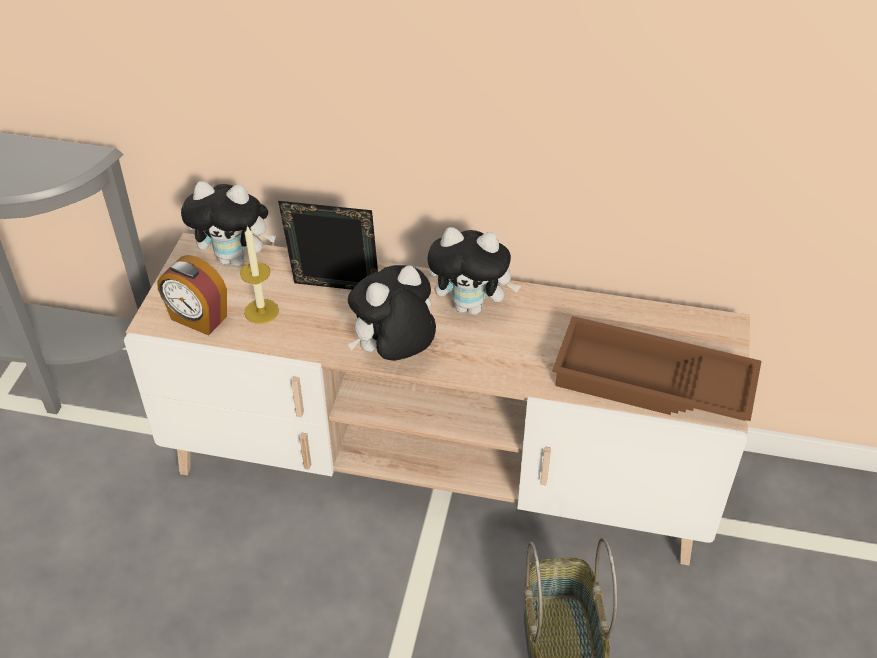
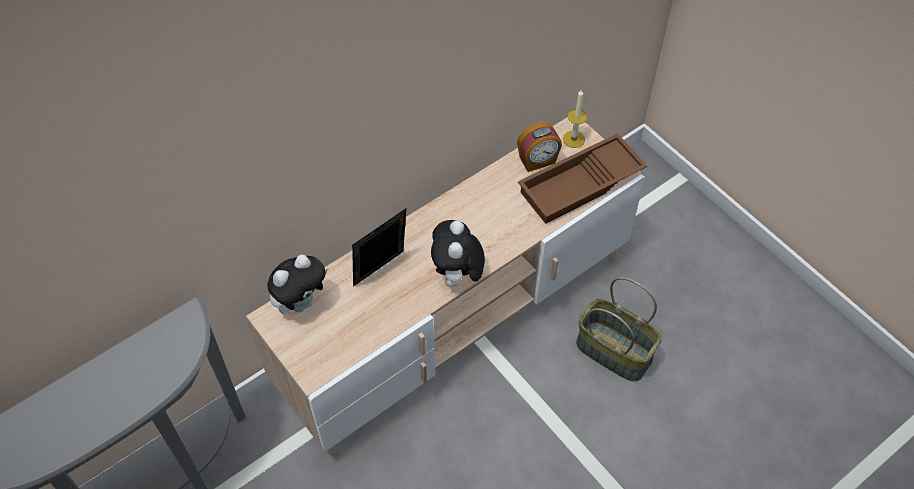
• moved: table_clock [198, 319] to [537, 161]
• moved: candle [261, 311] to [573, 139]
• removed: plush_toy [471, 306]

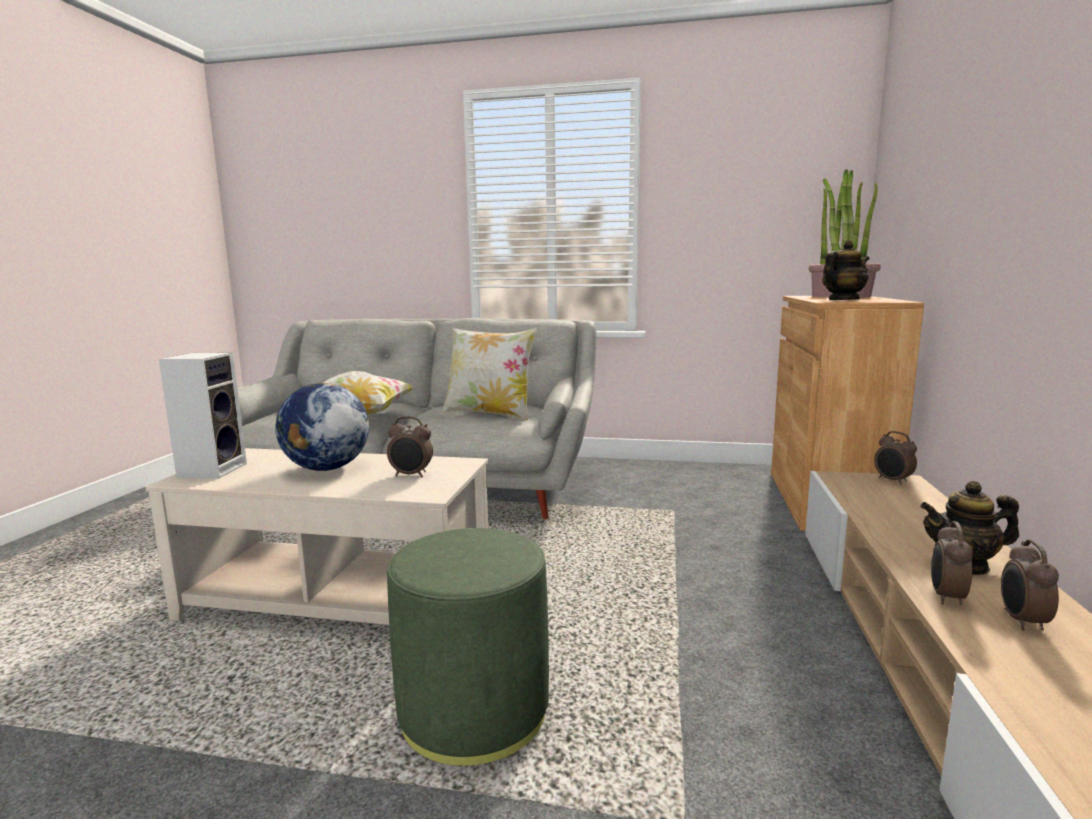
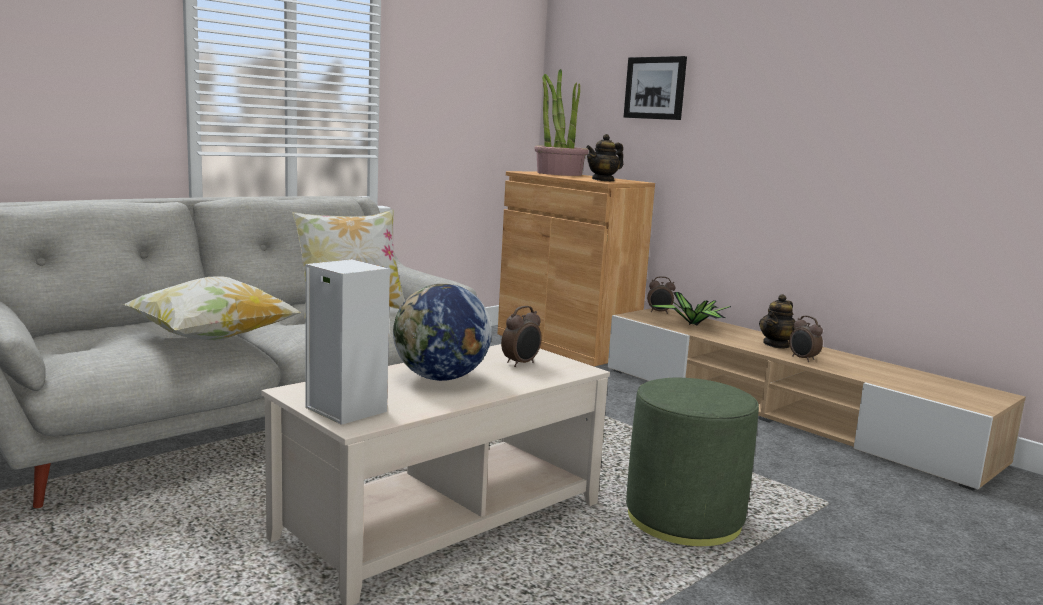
• turned: tea_pot [842, 300] = [603, 180] 135 degrees counterclockwise
• removed: table_clock [1021, 621]
• added: picture [655, 88]
• added: plant_in_a_pot [693, 325]

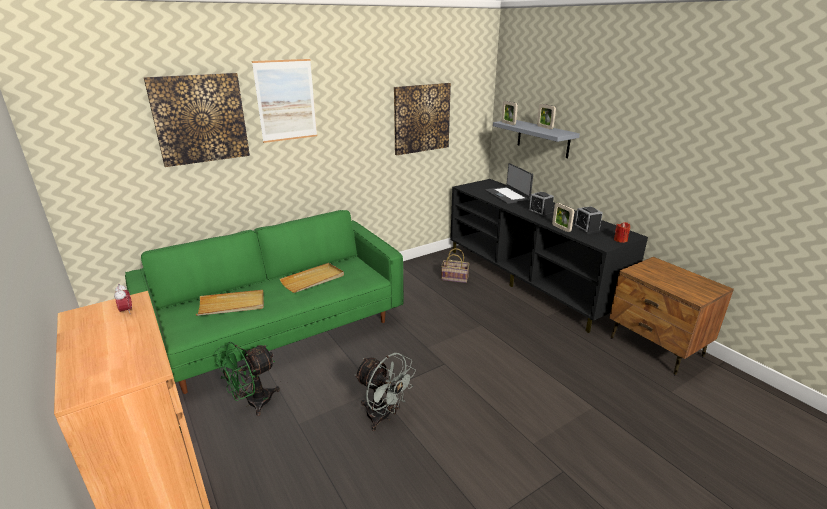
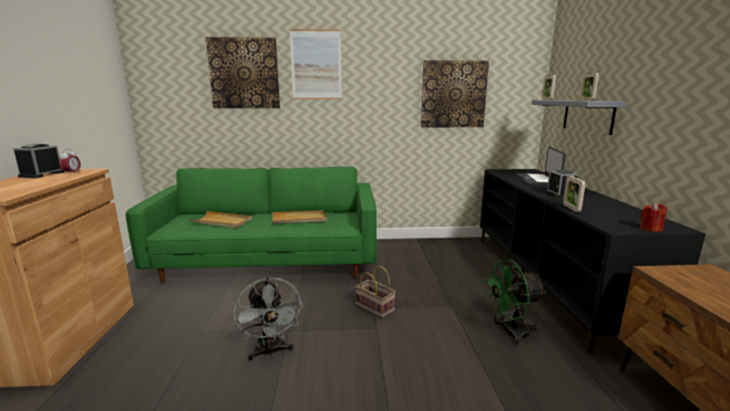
• moved: green_fan [252, 403] to [509, 333]
• moved: household_basket [455, 278] to [376, 308]
• moved: table_clock [586, 229] to [42, 174]

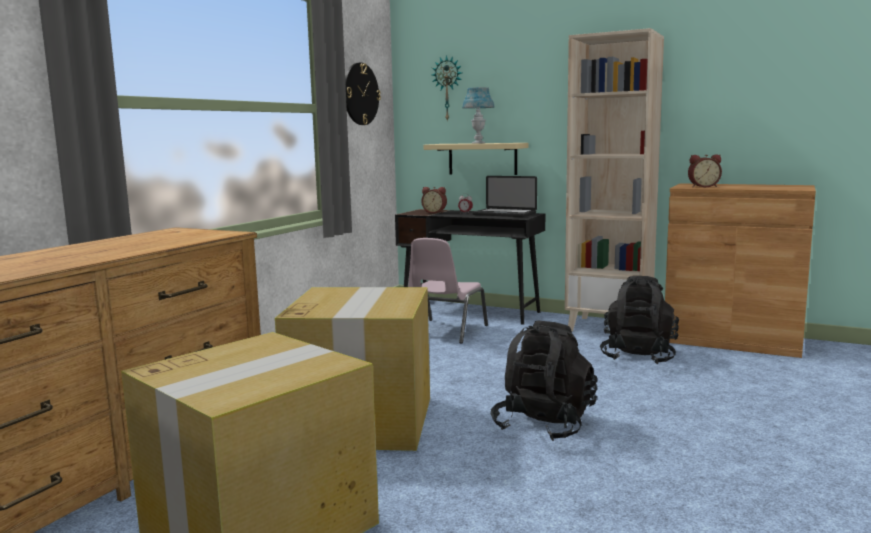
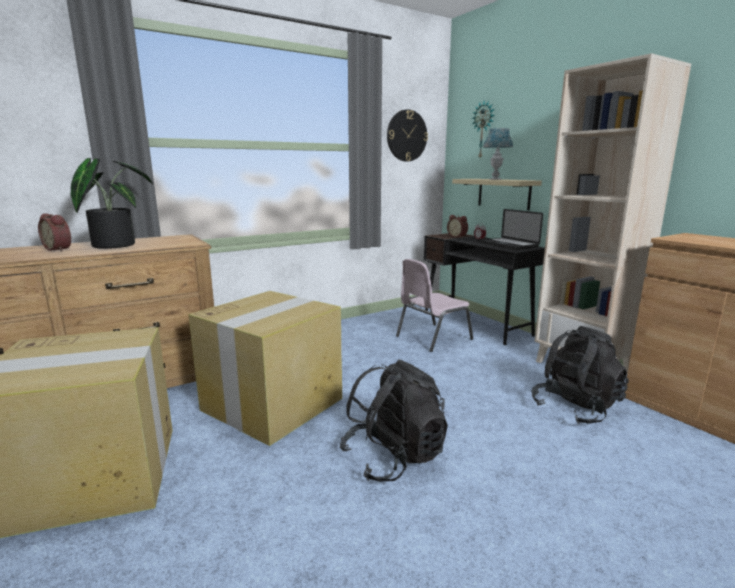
• moved: table_clock [703, 186] to [60, 249]
• added: plant_in_a_pot [113, 245]

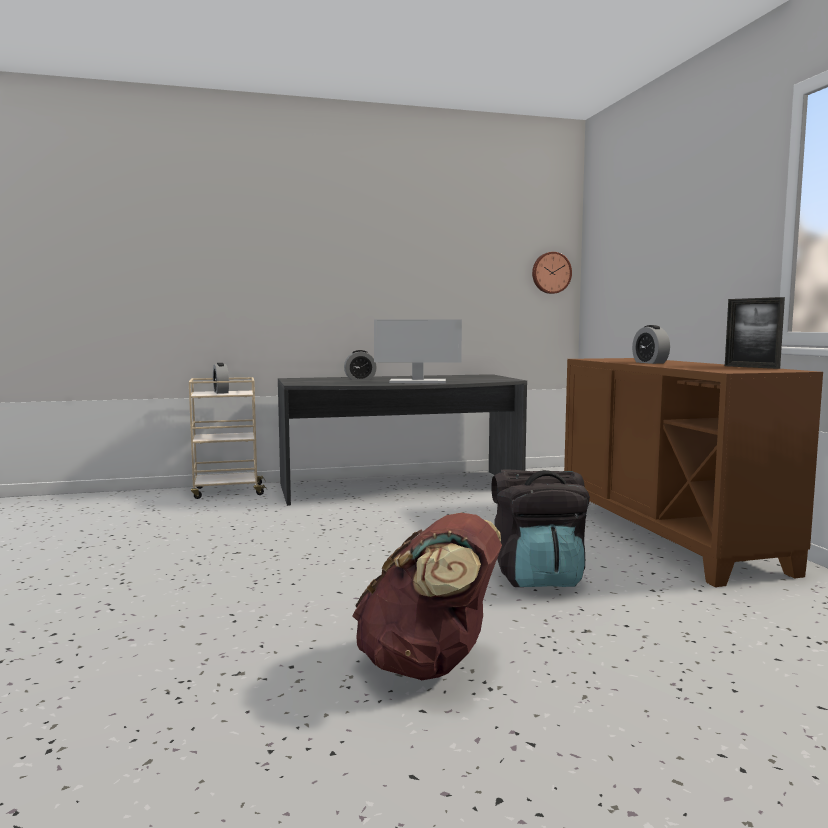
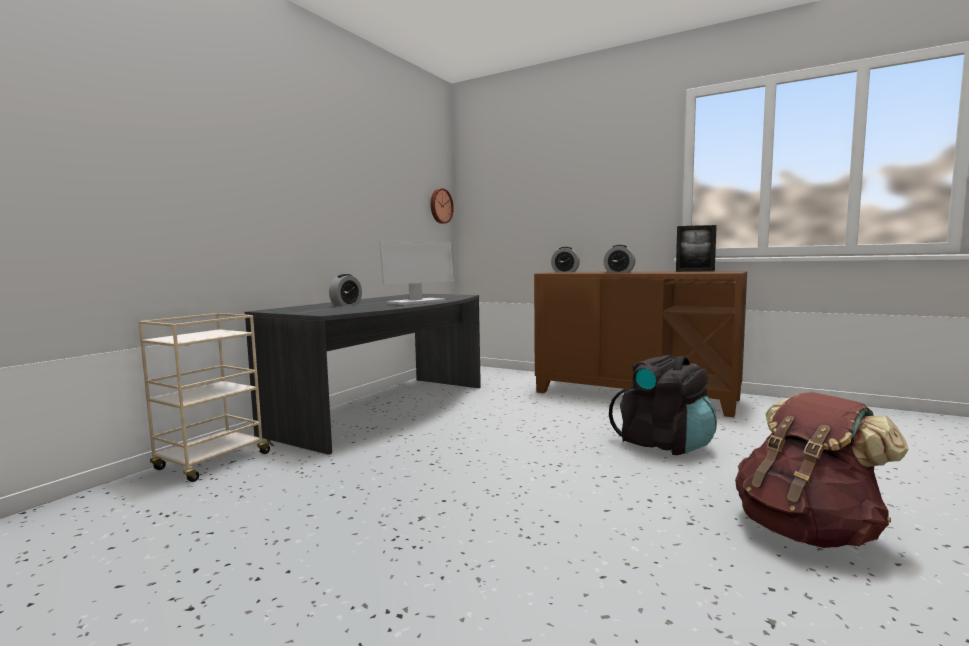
• moved: table_clock [221, 392] to [565, 272]

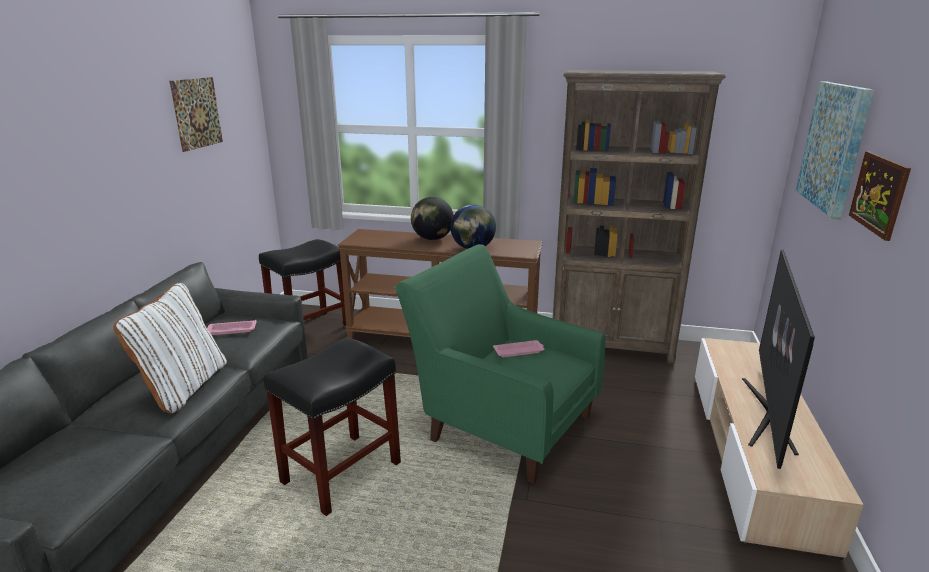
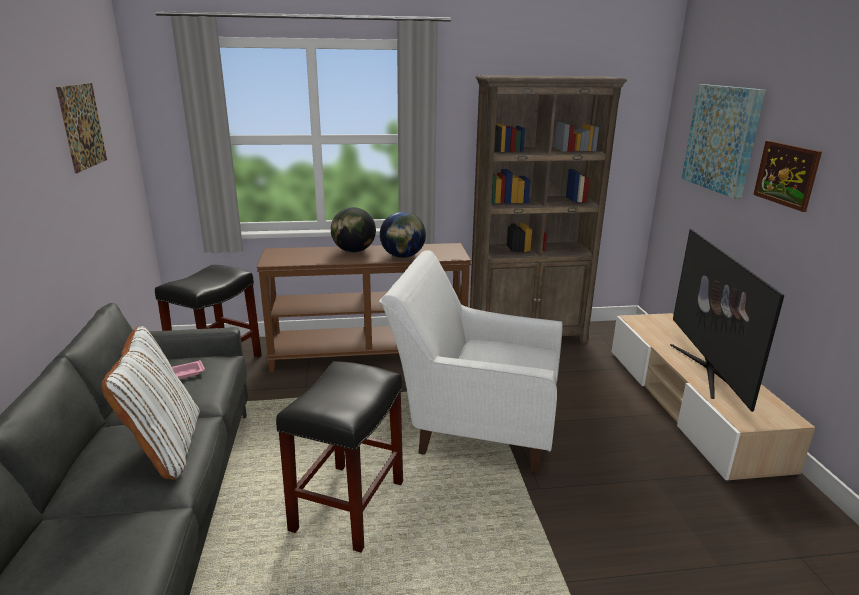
• recoloured: green_armchair [501, 423] to whitish_armchair [475, 423]
• removed: pinkish_carrying_tray [519, 351]

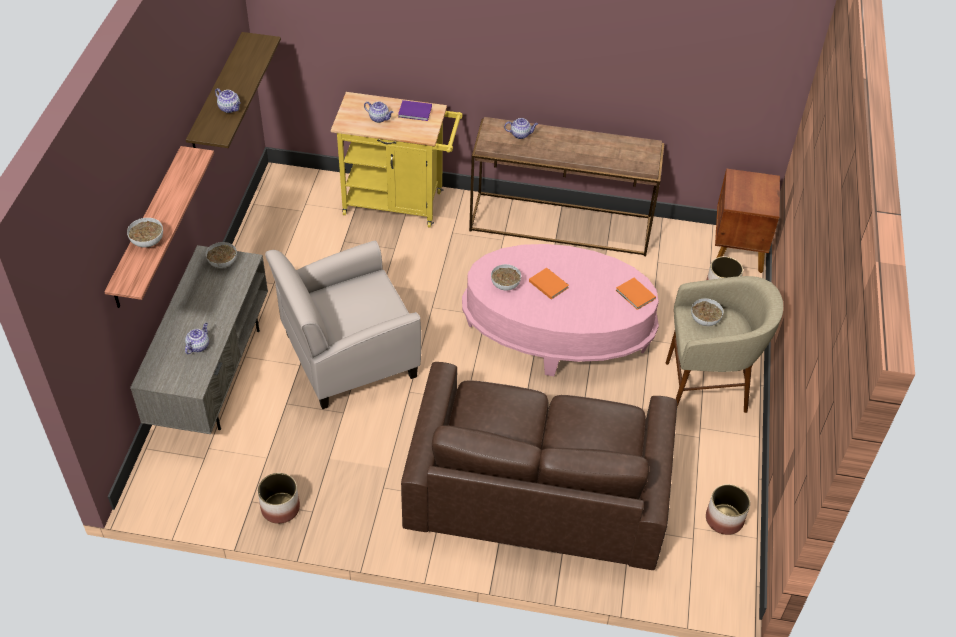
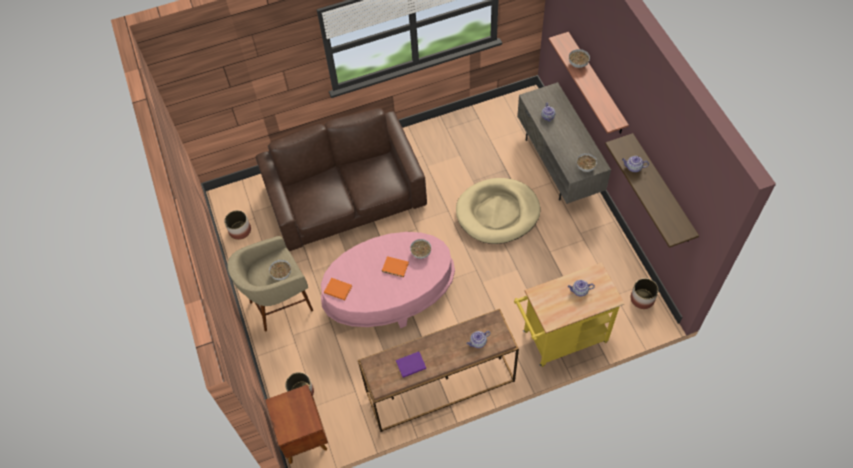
• moved: planter [280, 507] to [642, 299]
• replaced: beige_armchair [348, 356] to beige_pet_bed [497, 213]
• moved: purple_volume [415, 112] to [410, 365]

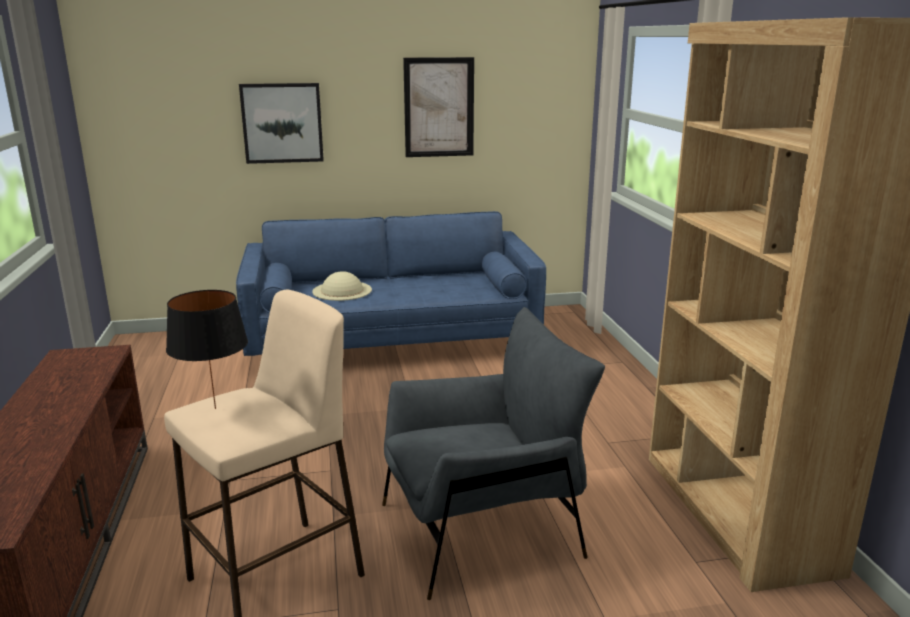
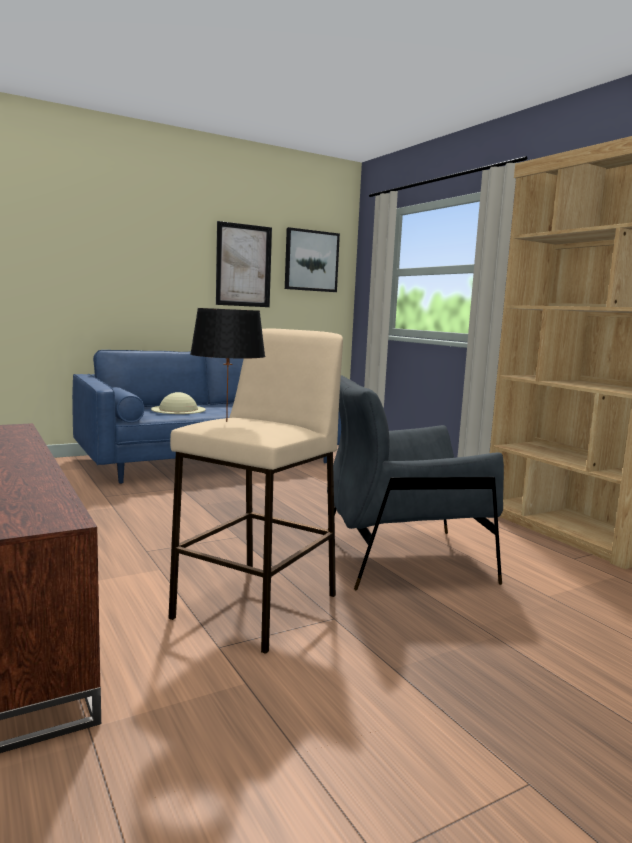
• moved: picture [282, 123] to [311, 261]
• turned: gray_armchair [482, 530] = [404, 558] 150 degrees counterclockwise

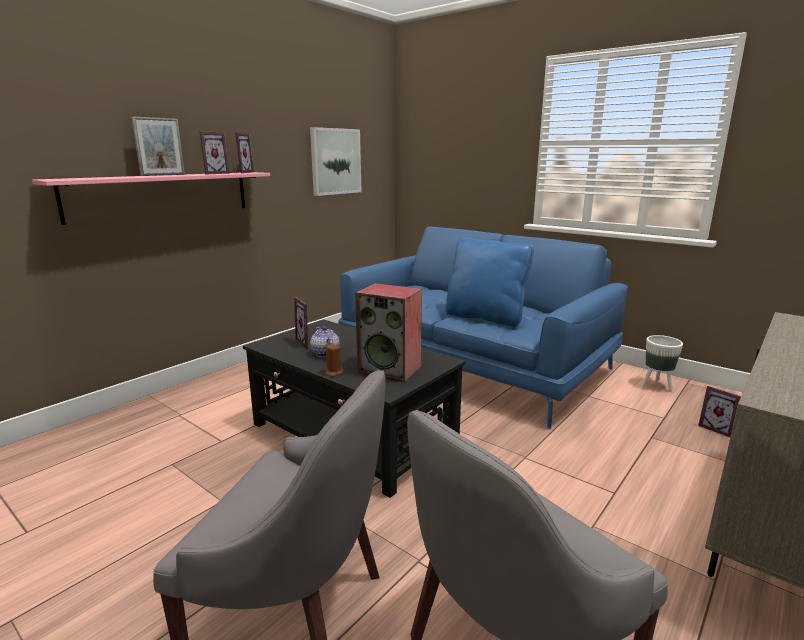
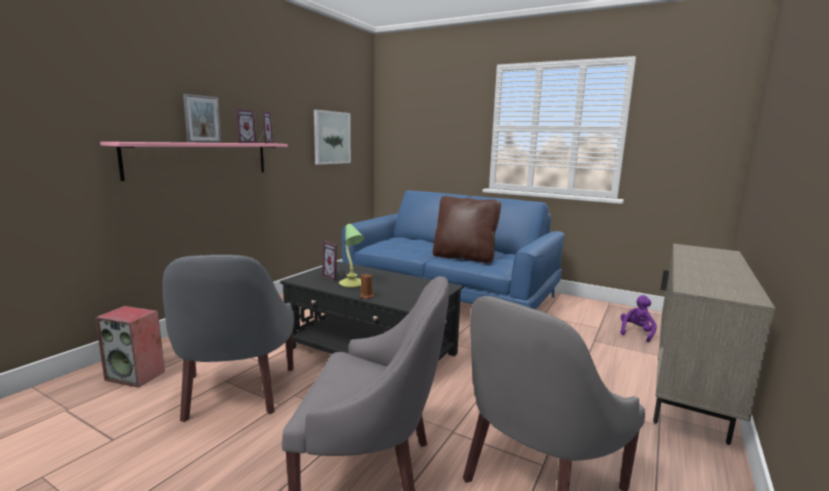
• replaced: tea_pot [324, 353] to table_lamp [352, 284]
• moved: speaker [390, 369] to [136, 375]
• recoloured: blue_pillow [485, 317] to brown-coloured_pillow [464, 257]
• removed: whitish_planter [657, 386]
• replaced: picture_frame [717, 428] to purple_plush_toy [636, 333]
• added: gray_armchair [235, 393]

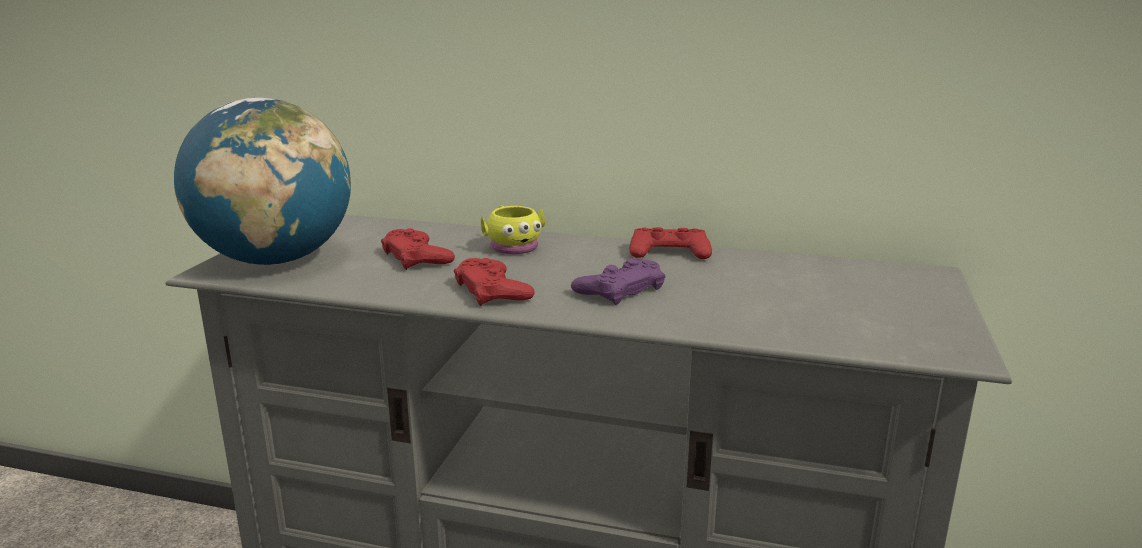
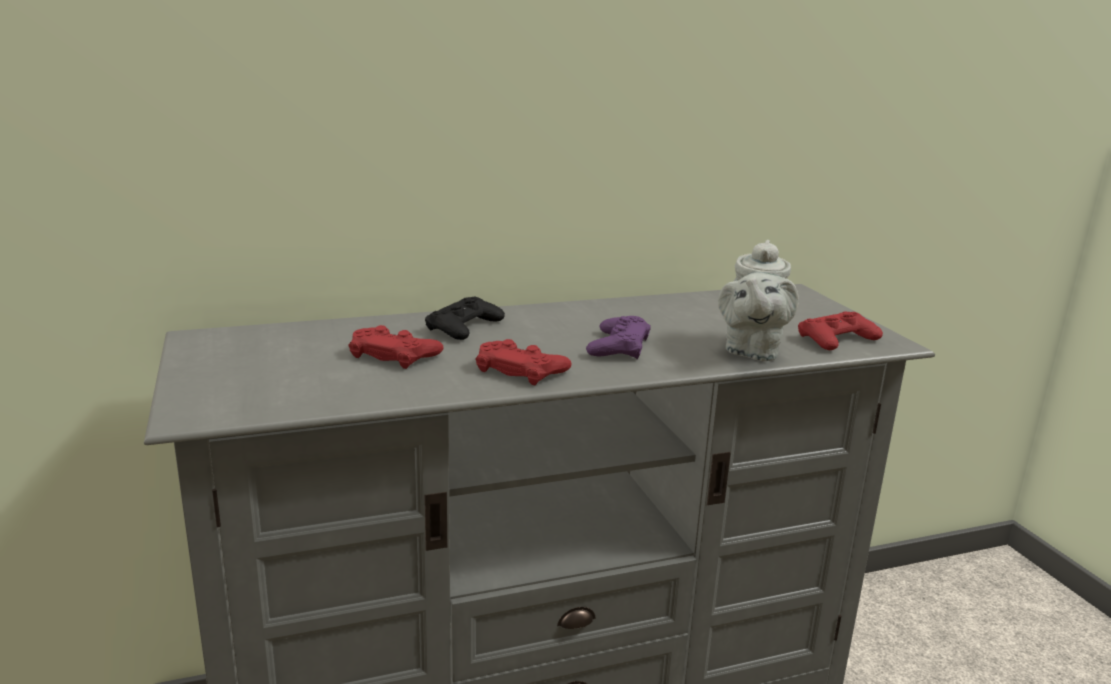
• removed: desk_globe [276, 259]
• replaced: yellow-coloured_mug [512, 246] to black_joypad [464, 327]
• moved: red-coloured_joypad [669, 252] to [837, 339]
• added: gray_tea_pot [751, 350]

